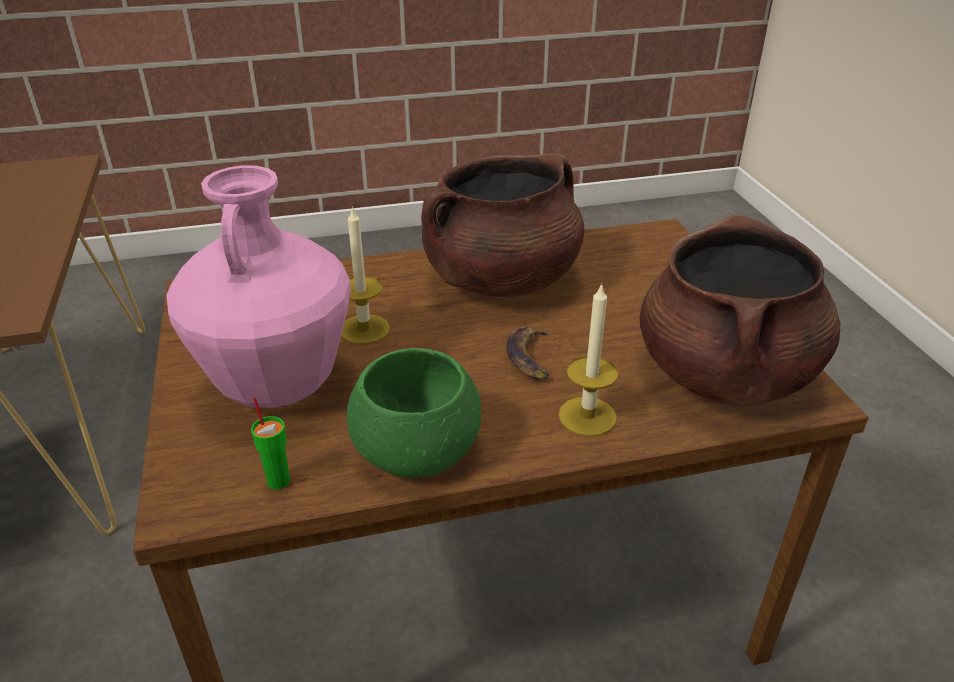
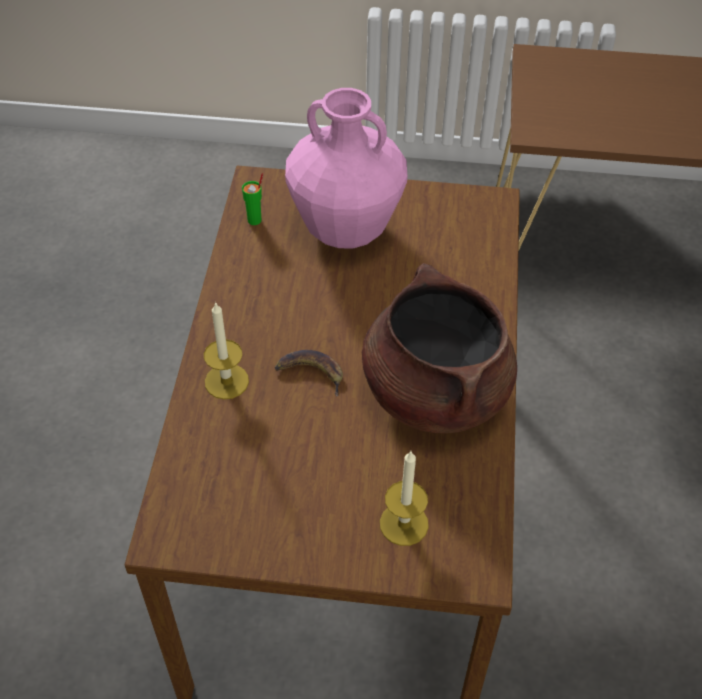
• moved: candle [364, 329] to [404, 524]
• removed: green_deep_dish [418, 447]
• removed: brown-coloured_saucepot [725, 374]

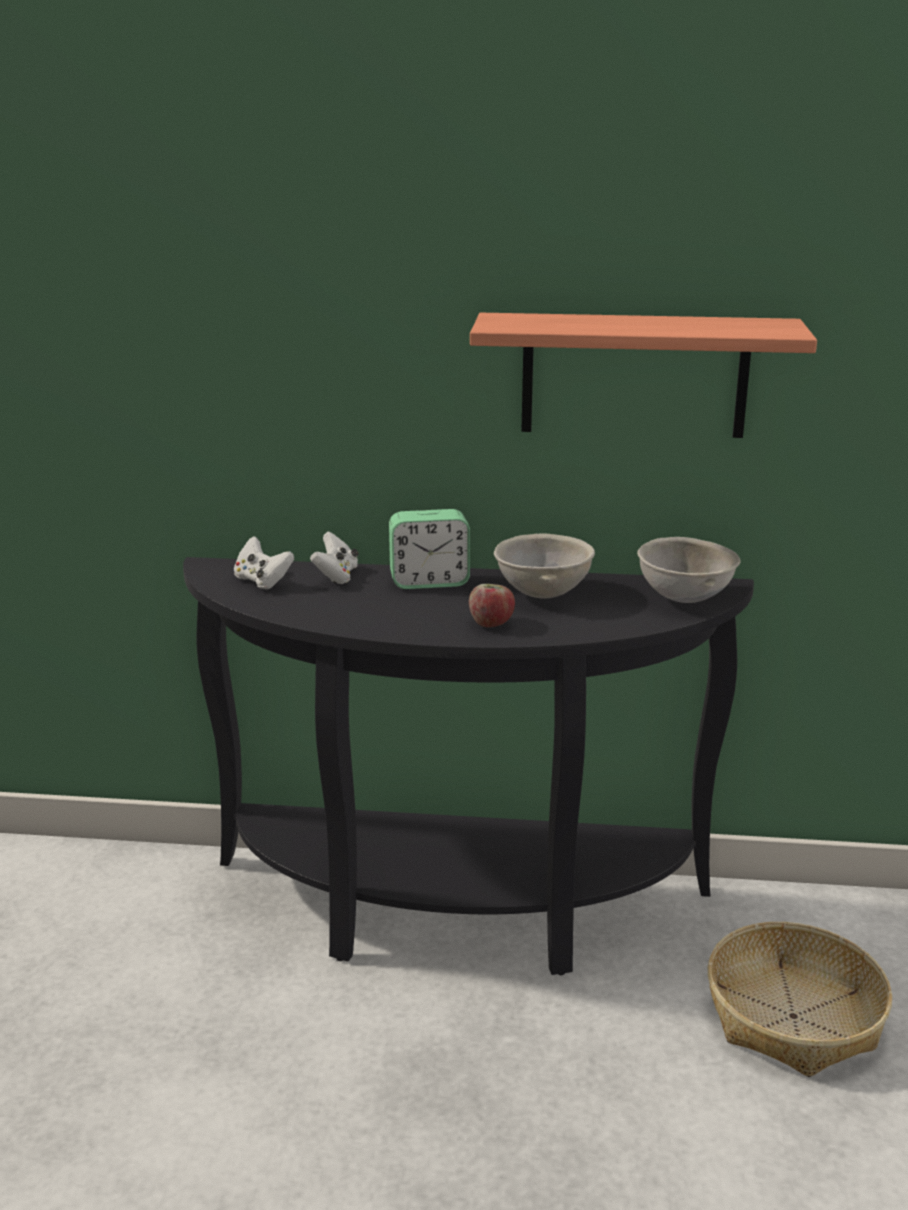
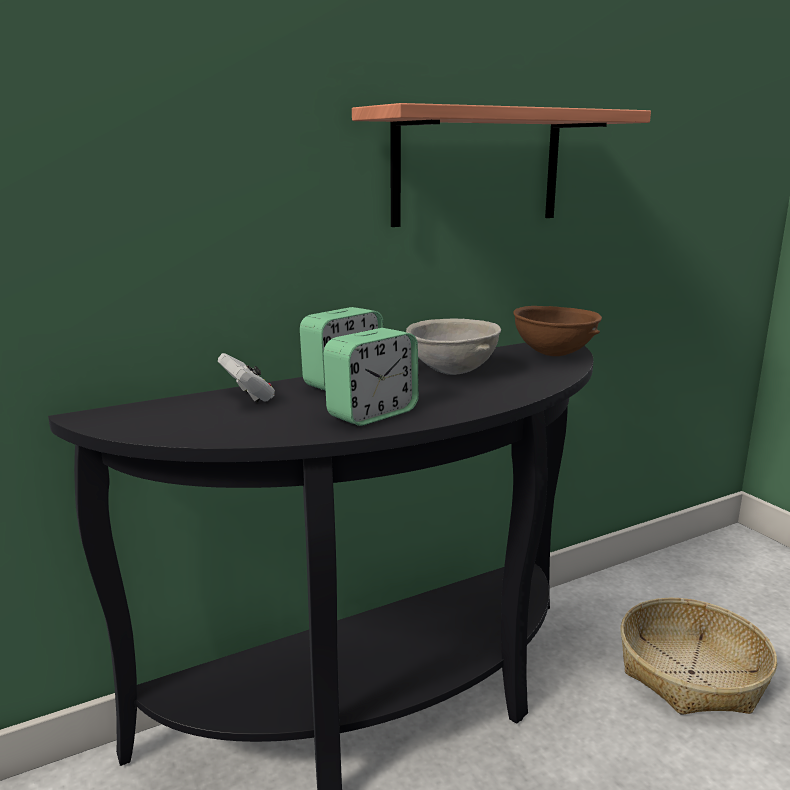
• removed: whitish_joypad [262, 581]
• removed: apple_fruit [491, 623]
• recoloured: gray_deep_dish [686, 599] to brown-coloured_deep_dish [554, 354]
• added: table_clock [372, 414]

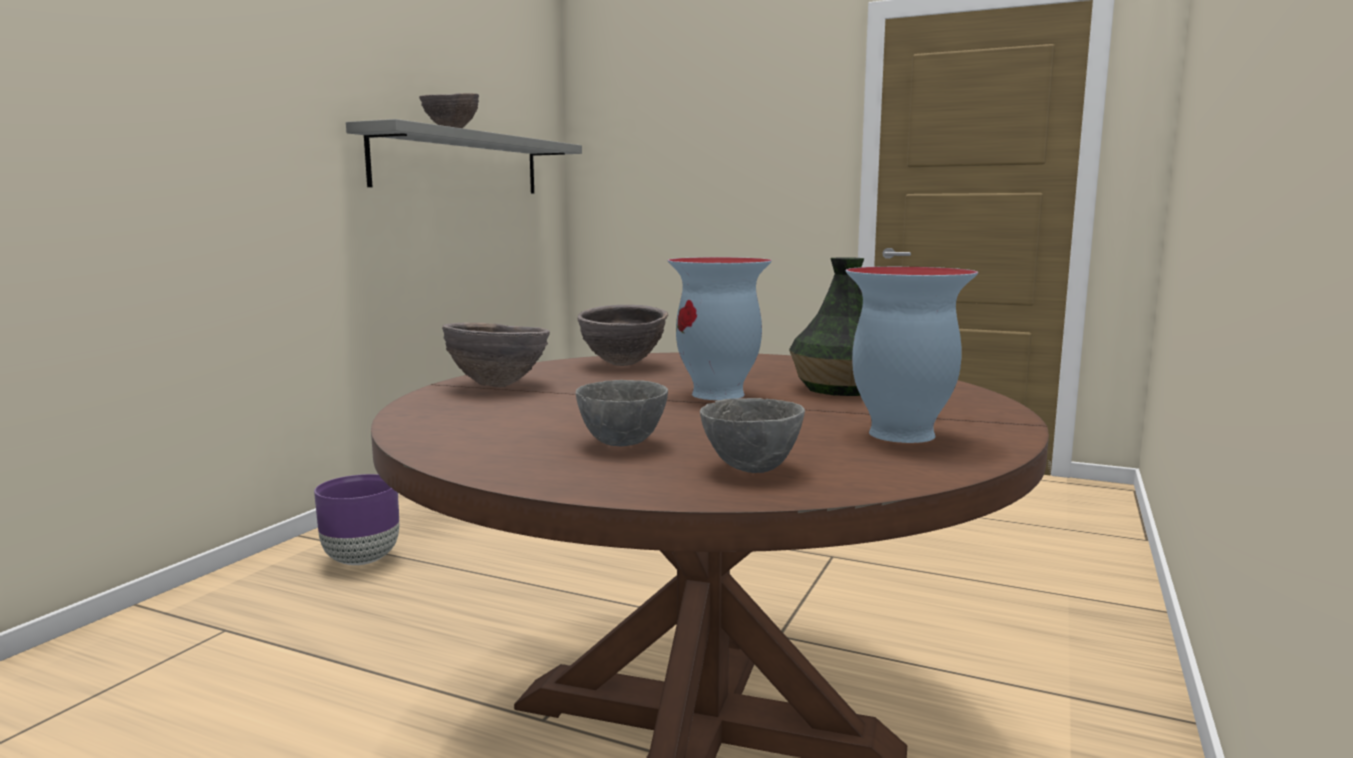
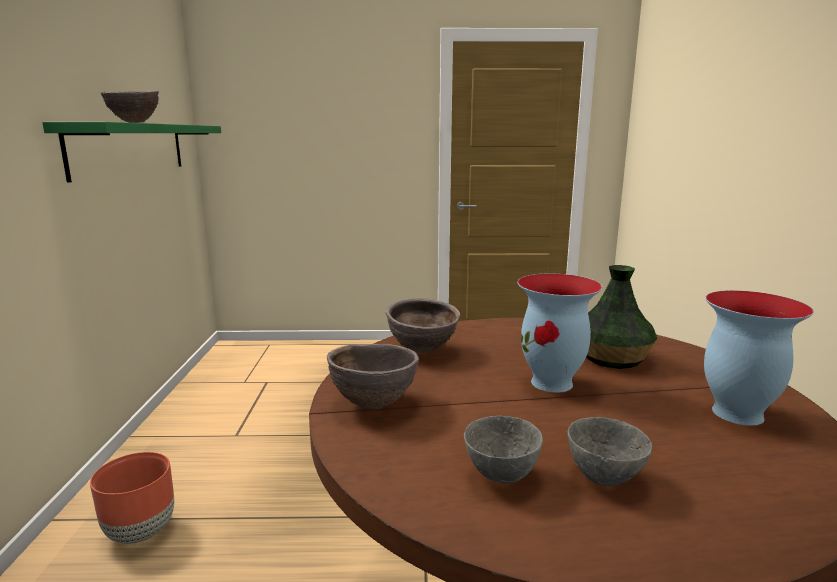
• recoloured: purple_planter [362, 559] to brown-coloured_planter [141, 531]
• recoloured: gray_wall_shelf [460, 163] to green_wall_shelf [131, 148]
• moved: gray_deep_dish [753, 469] to [502, 476]

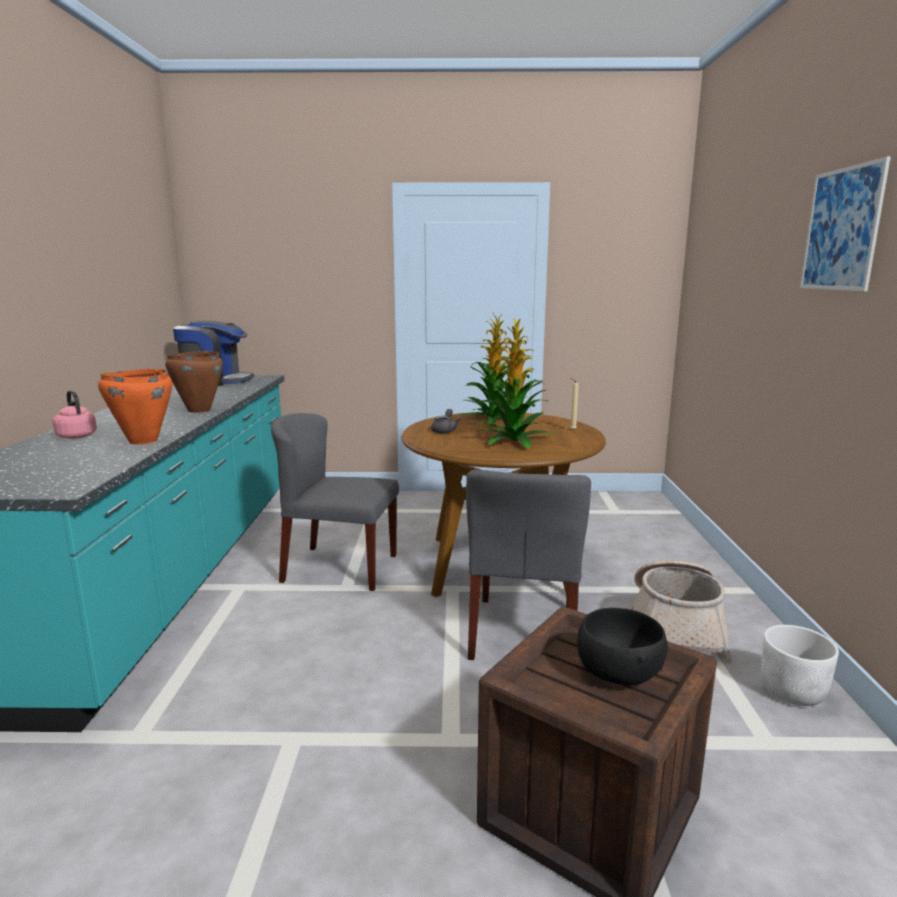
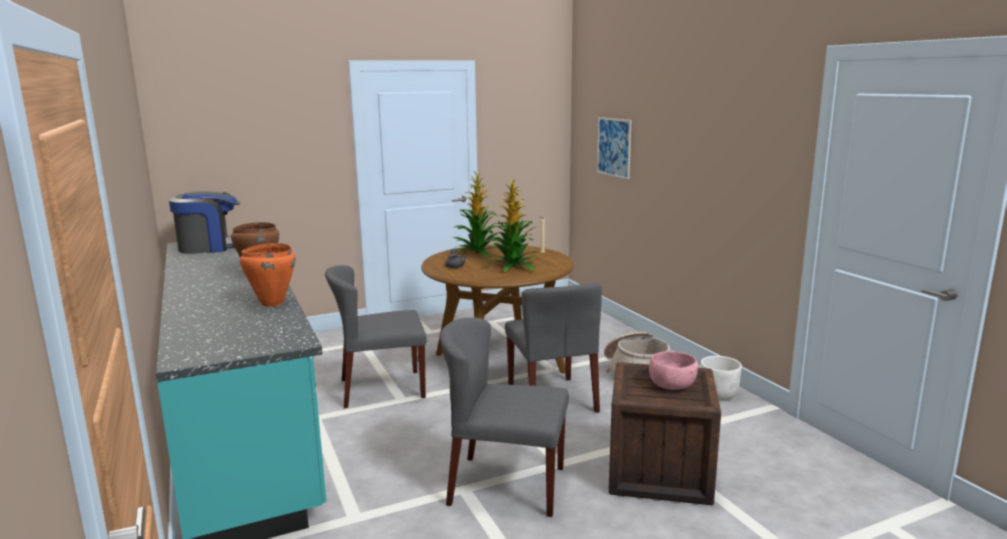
• removed: pinkish_tea_kettle [76, 436]
• recoloured: black_deep_dish [618, 673] to pinkish_deep_dish [671, 386]
• moved: picture [841, 229] to [614, 147]
• added: gray_chair [506, 485]

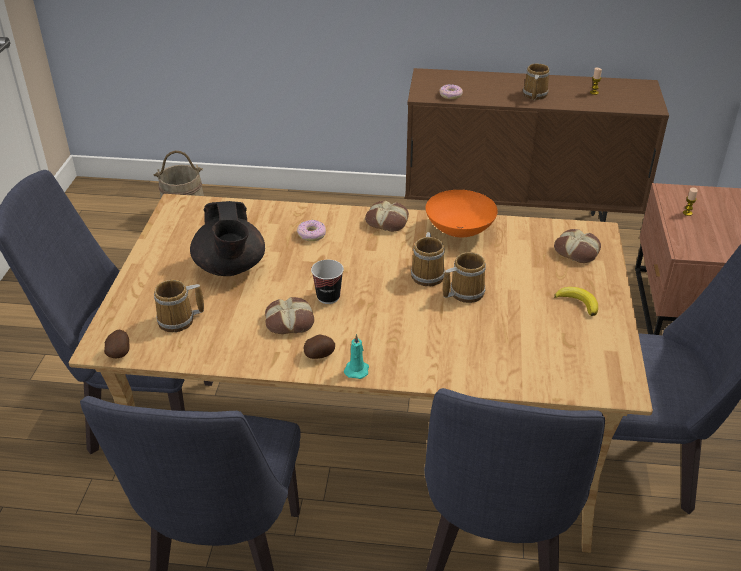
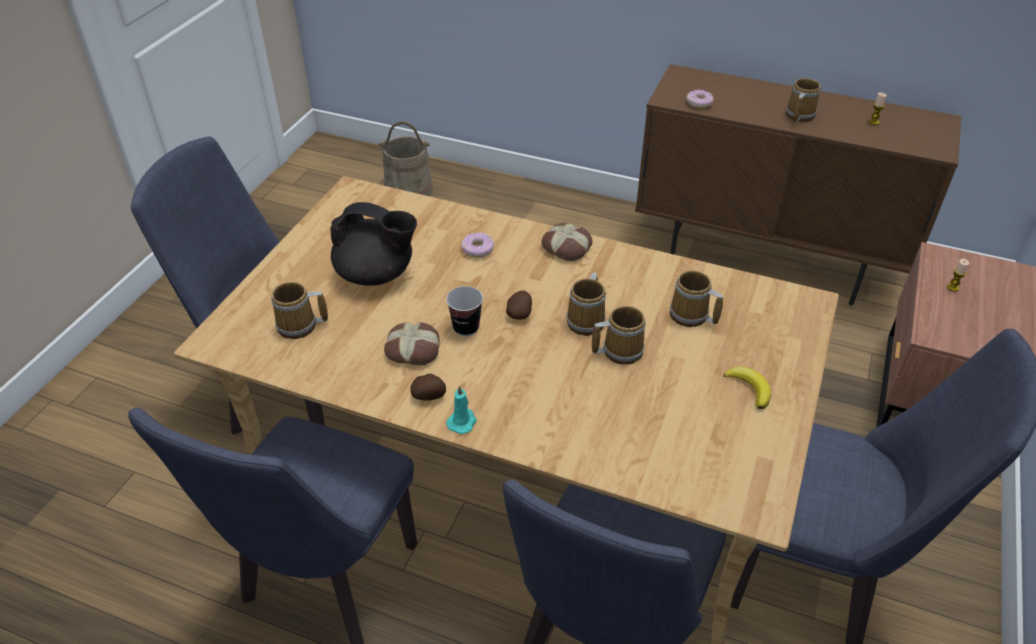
• moved: spud [119, 352] to [520, 313]
• turned: black_tea_pot [230, 268] = [376, 274] 75 degrees counterclockwise
• removed: orange-coloured_deep_dish [461, 231]
• removed: bakery_bread [577, 251]
• added: mug [690, 316]

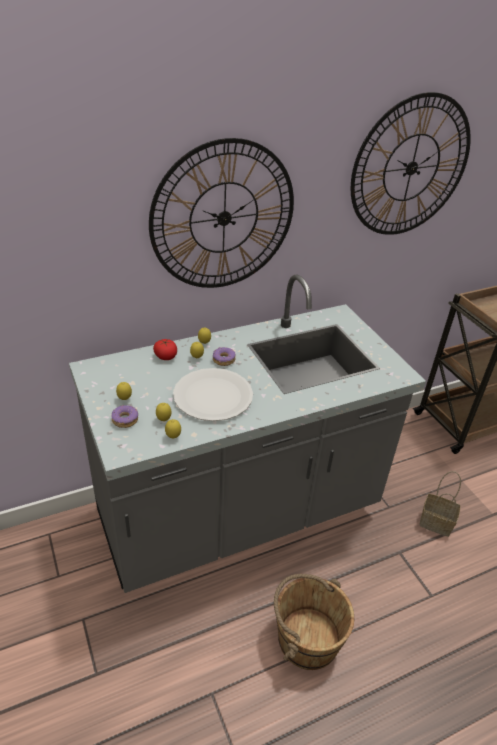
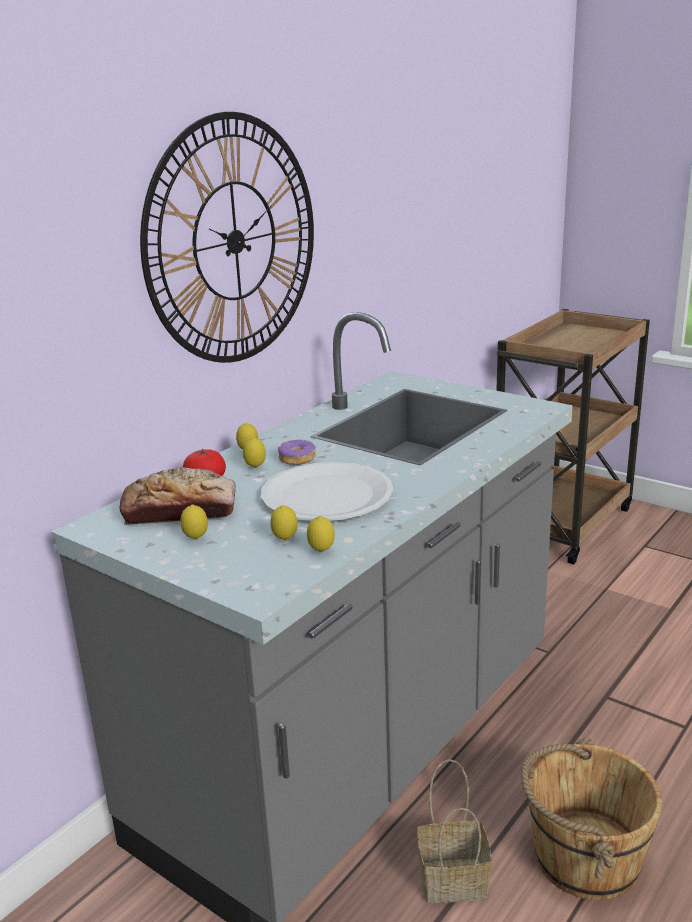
• removed: doughnut [125, 420]
• removed: wall_clock [411, 168]
• moved: household_basket [437, 522] to [455, 879]
• added: bakery_bread [180, 510]

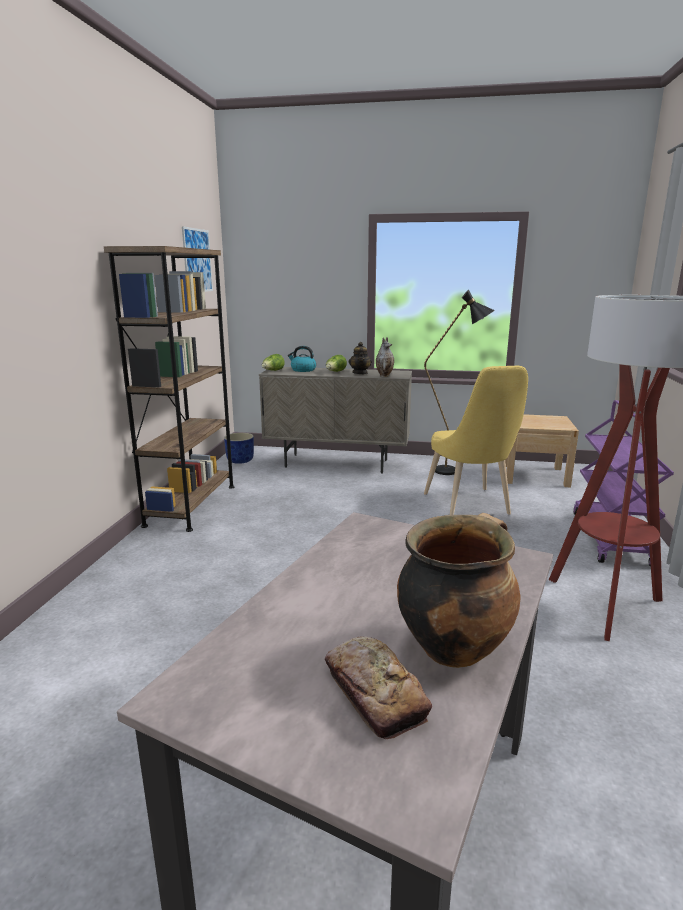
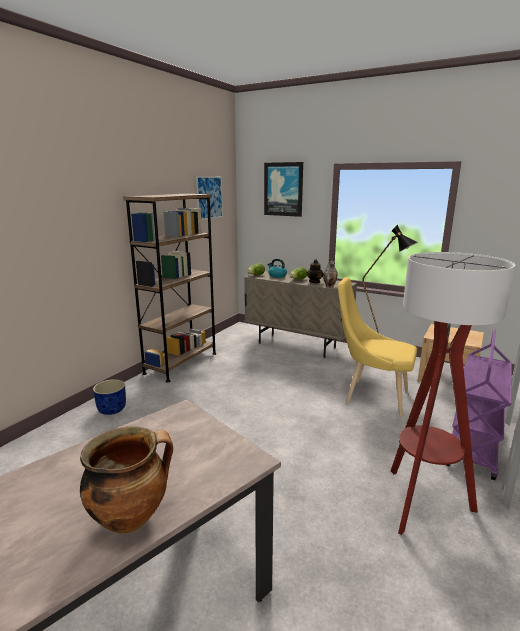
• moved: blue_planter [240, 460] to [112, 409]
• removed: bakery_bread [374, 693]
• turned: yellow-coloured_chair [469, 506] = [372, 396] 105 degrees clockwise
• added: picture [283, 189]

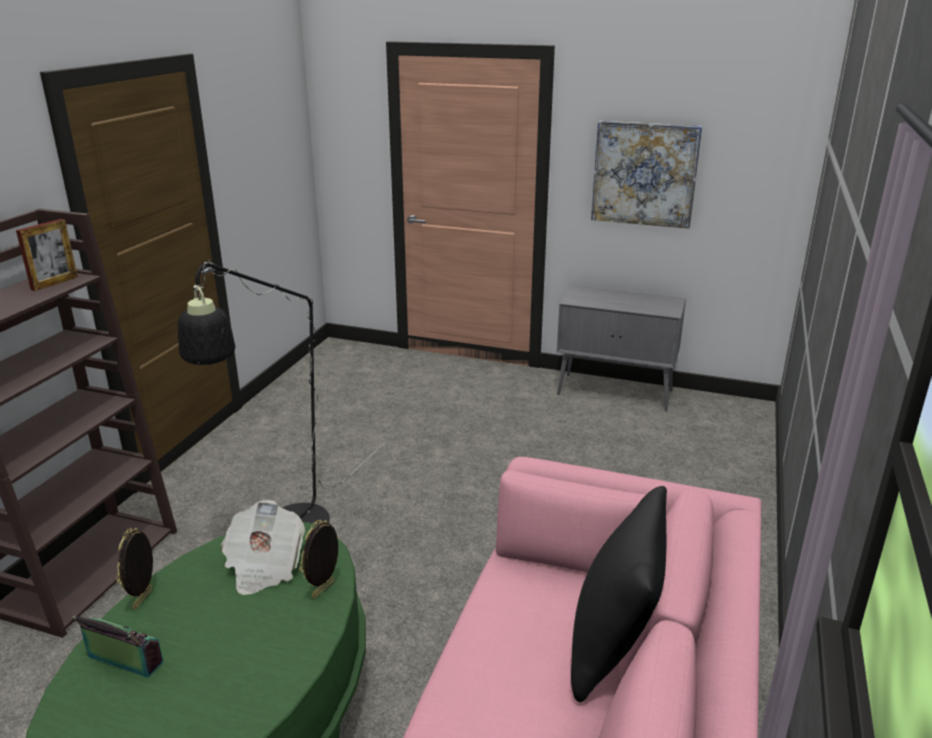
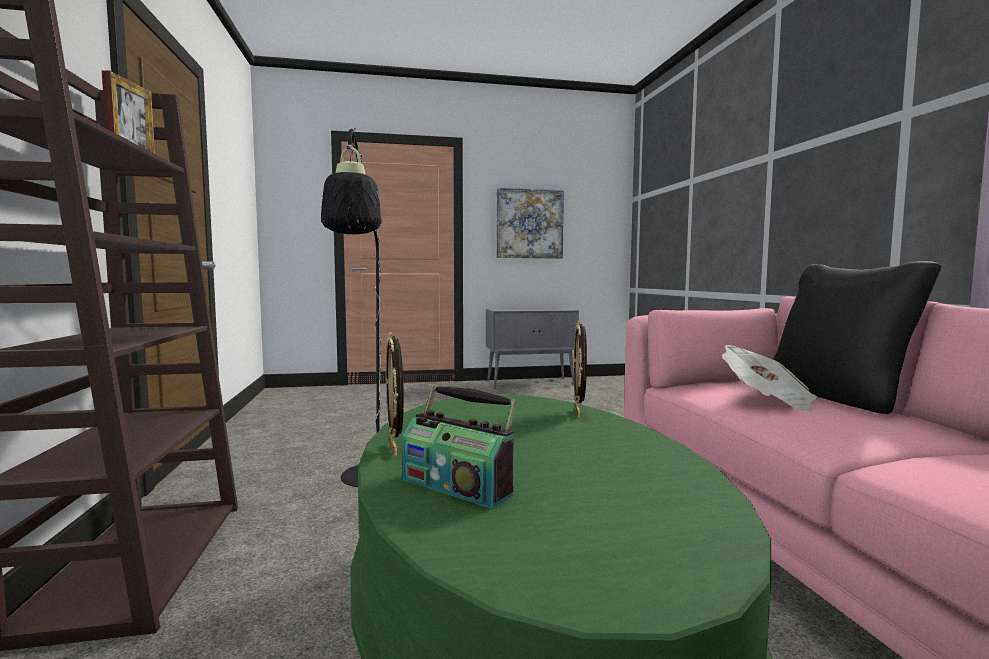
• turned: radio_set [124, 661] = [458, 486] 135 degrees counterclockwise
• moved: daily_paper [264, 566] to [768, 401]

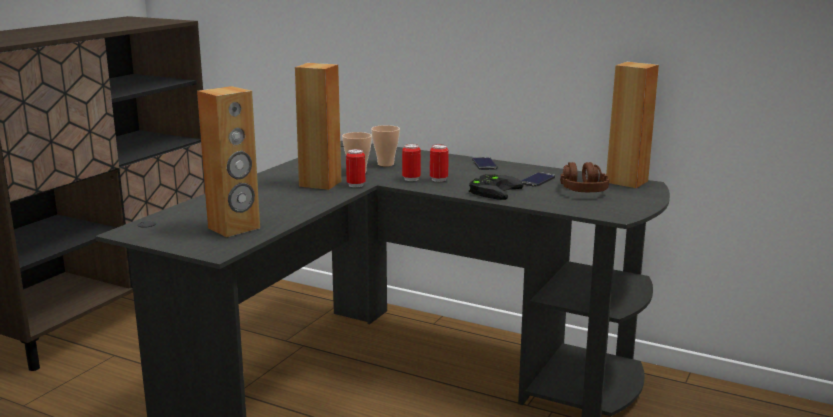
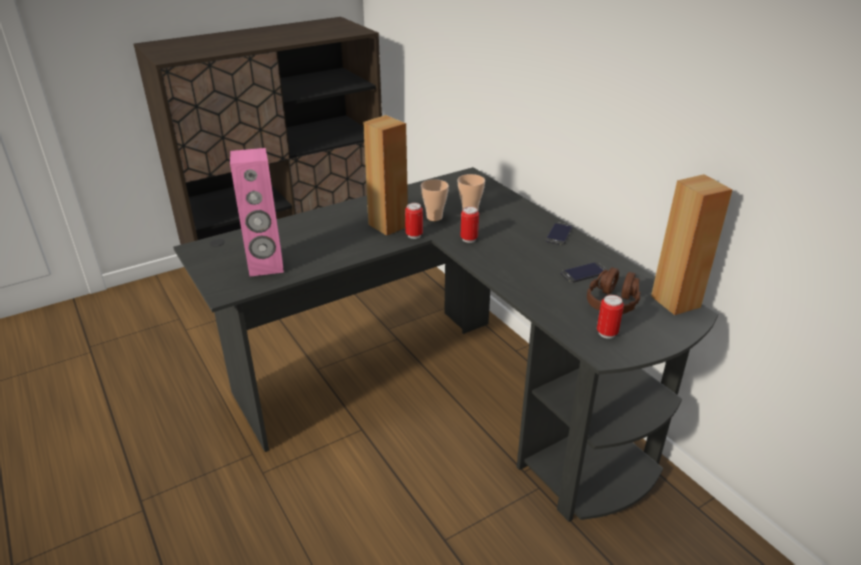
• recoloured: brown-coloured_speaker [234, 228] to pinkish_speaker [266, 267]
• moved: sealed_can [438, 179] to [607, 333]
• removed: black_joypad [493, 190]

